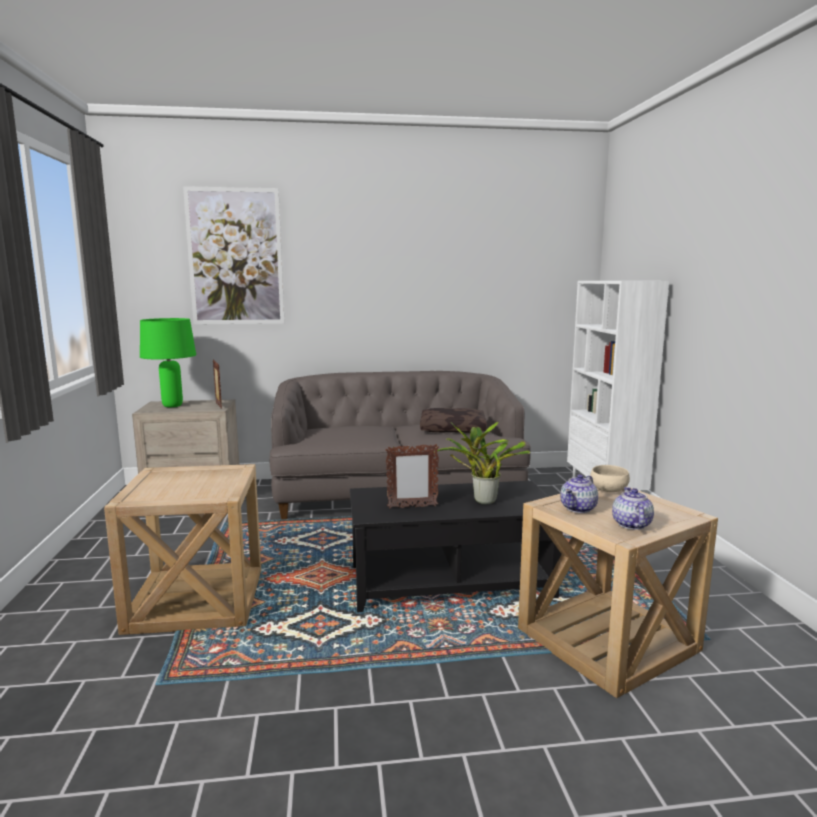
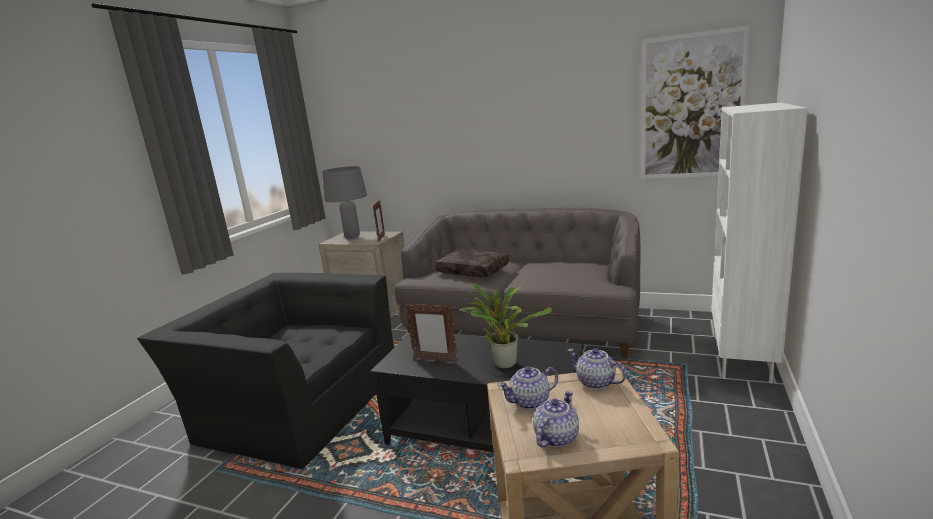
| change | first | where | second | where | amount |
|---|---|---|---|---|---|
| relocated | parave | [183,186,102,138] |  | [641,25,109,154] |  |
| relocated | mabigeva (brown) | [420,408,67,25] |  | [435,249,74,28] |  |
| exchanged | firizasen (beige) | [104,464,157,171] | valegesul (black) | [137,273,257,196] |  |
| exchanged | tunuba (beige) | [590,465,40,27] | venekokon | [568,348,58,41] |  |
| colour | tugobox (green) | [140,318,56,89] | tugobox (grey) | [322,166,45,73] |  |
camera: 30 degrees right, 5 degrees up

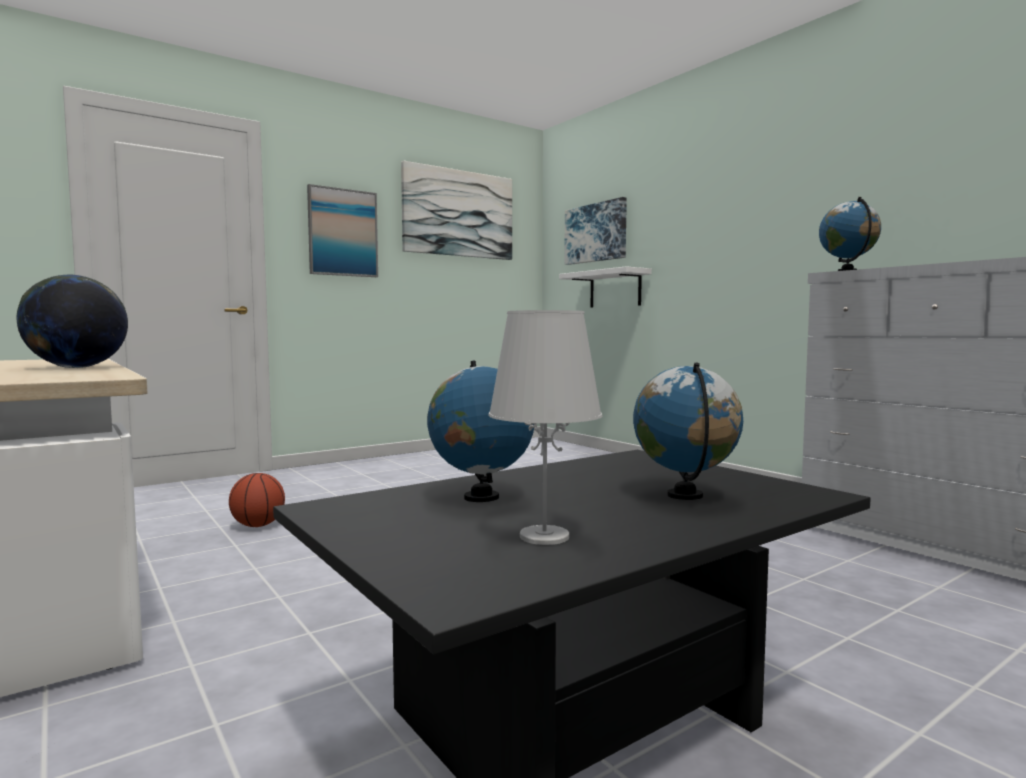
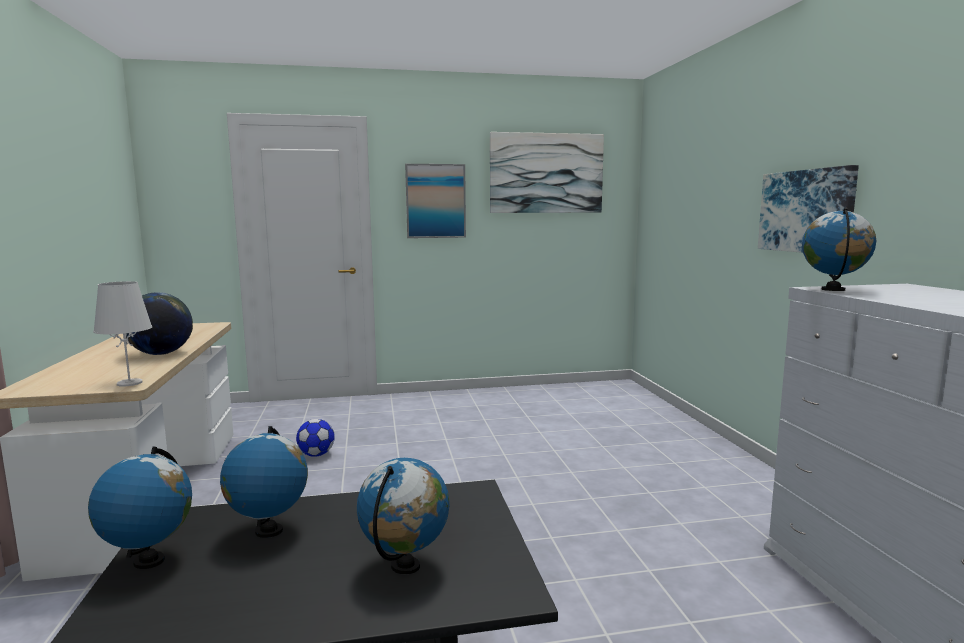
| change | first | where | second | where | amount |
|---|---|---|---|---|---|
| missing | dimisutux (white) | [559,266,93,42] |  |  |  |
| appeared |  |  | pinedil | [88,447,104,122] |  |
| relocated | tugobox (white) | [488,310,114,235] |  | [93,281,59,106] |  |
| relocated | parave | [564,197,63,68] |  | [758,165,101,88] |  |
| exchanged | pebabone | [229,473,56,54] | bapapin | [296,419,39,38] |  |
camera: 25 degrees right, 5 degrees up

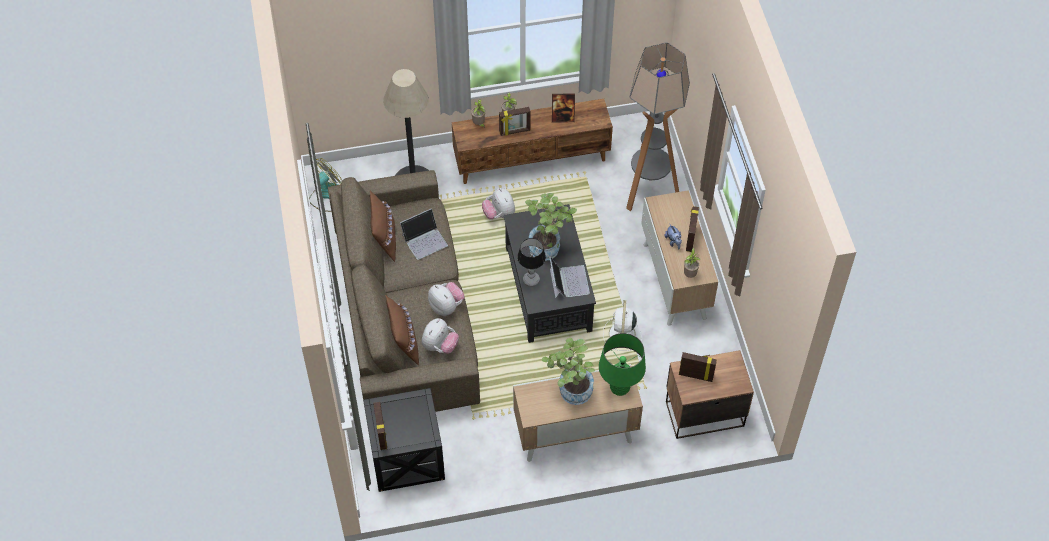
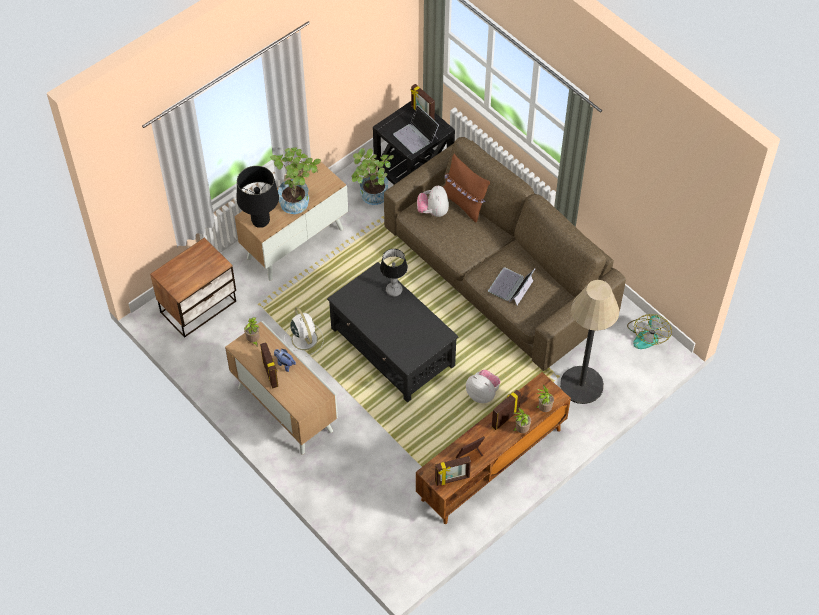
| change | first | where | second | where | amount |
|---|---|---|---|---|---|
| missing | mabigeva (brown) | [370,191,26,71] |  |  |  |
| missing | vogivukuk | [428,282,37,34] |  |  |  |
| missing | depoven | [626,42,64,169] |  |  |  |
| relocated | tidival | [525,193,52,68] |  | [352,148,42,57] |  |
| relocated | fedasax | [549,256,41,43] |  | [393,105,46,49] |  |
| relocated | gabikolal | [679,352,38,30] |  | [435,456,36,30] |  |
| colour | tugobox (green) | [599,333,47,63] | tugobox (black) | [237,166,42,61] |  |
camera: 150 degrees right, 0 degrees up

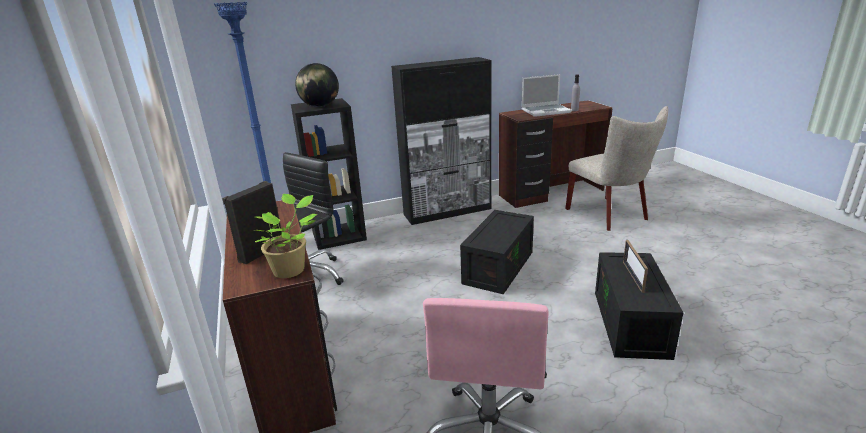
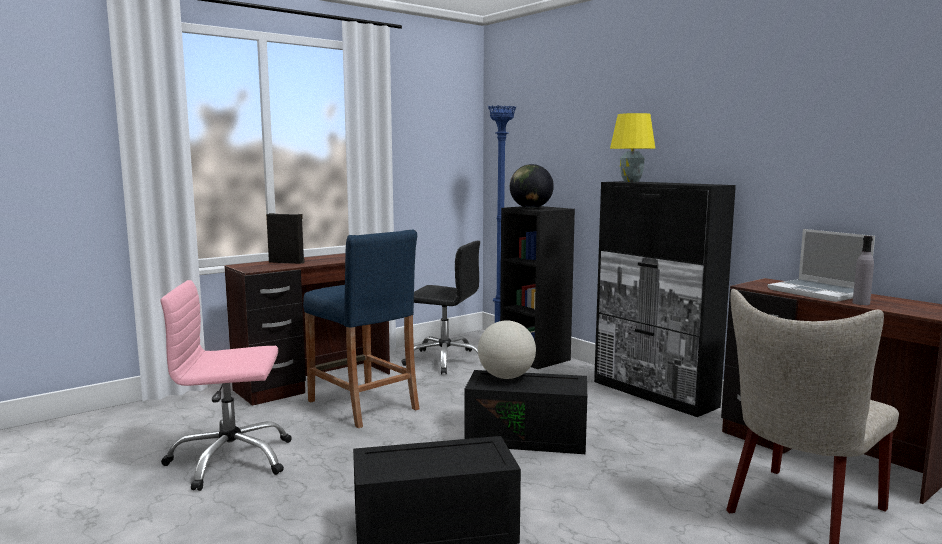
| change | first | where | second | where | amount |
|---|---|---|---|---|---|
| missing | tidival | [255,194,62,84] |  |  |  |
| missing | gabikolal | [623,240,25,53] |  |  |  |
| appeared |  |  | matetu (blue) | [303,229,116,199] |  |
| appeared |  |  | pinedil | [478,321,58,58] |  |
| appeared |  |  | tugobox (yellow) | [610,113,45,69] |  |
camera: 70 degrees right, 15 degrees down

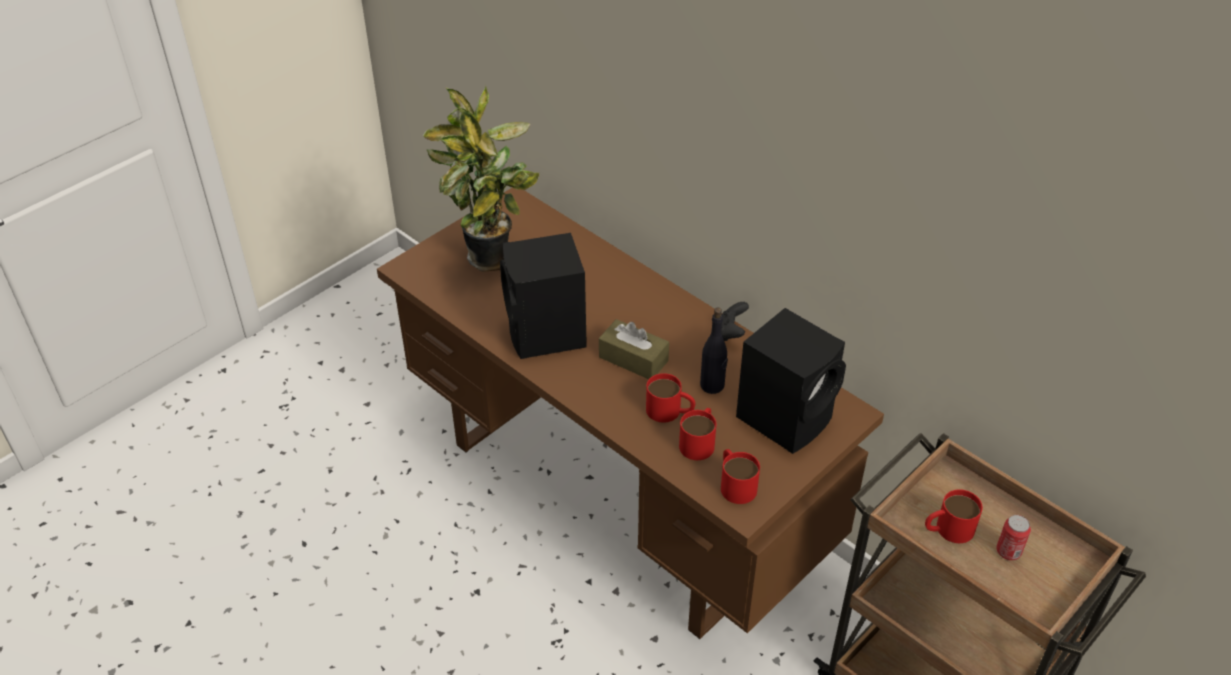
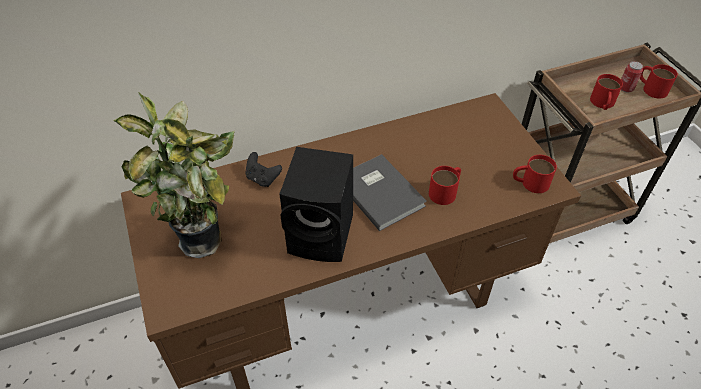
| change | first | where | second | where | amount |
|---|---|---|---|---|---|
| missing | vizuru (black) | [700,308,28,86] |  |  |  |
| missing | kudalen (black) | [736,308,110,146] |  |  |  |
| relocated | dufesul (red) | [679,408,37,52] |  | [640,64,38,35] |  |
| relocated | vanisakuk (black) | [721,302,28,39] |  | [245,152,37,35] |  |
| exchanged | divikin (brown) | [599,319,70,60] | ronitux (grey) | [353,154,74,77] |  |
camera: 65 degrees left, 5 degrees up

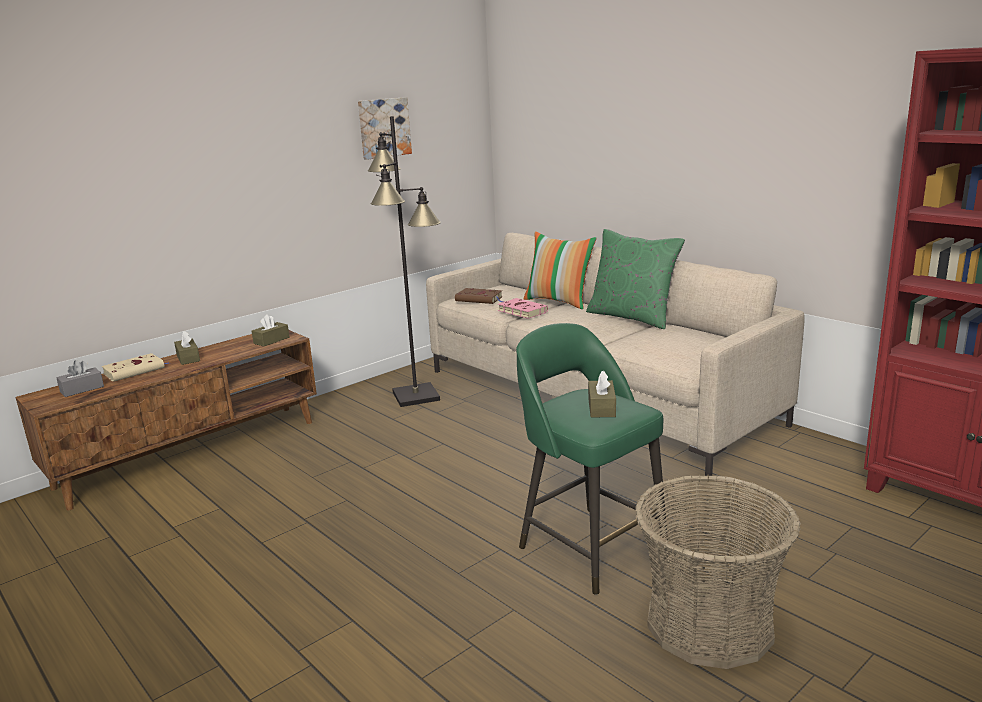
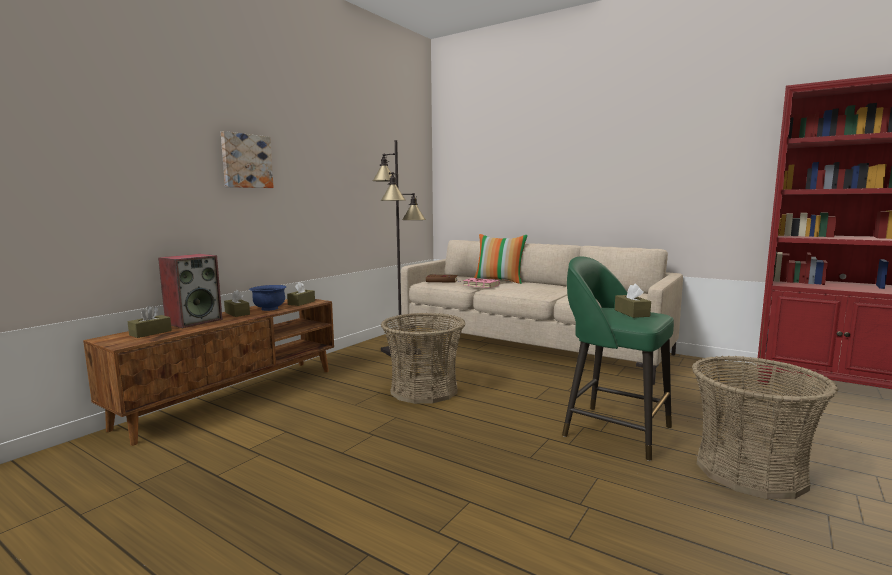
| change | first | where | second | where | amount |
|---|---|---|---|---|---|
| missing | mabigeva (green) | [586,229,99,100] |  |  |  |
| appeared |  |  | tunuba (blue) | [249,285,37,26] |  |
| appeared |  |  | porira | [381,313,85,91] |  |
| relocated | parave | [358,97,54,63] |  | [221,131,53,57] |  |
| exchanged | ronitux (beige) | [102,353,67,29] | kudalen | [158,254,65,74] |  |
| colour | divikin (grey) | [56,360,48,37] | divikin (brown) | [128,306,44,32] |  |
camera: 15 degrees left, 10 degrees down

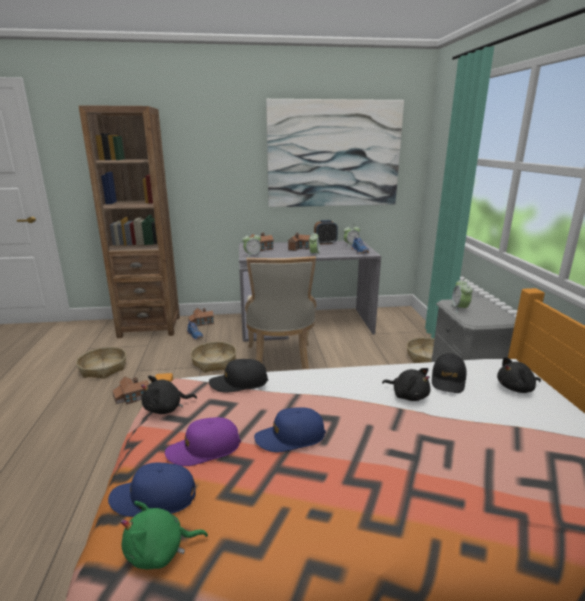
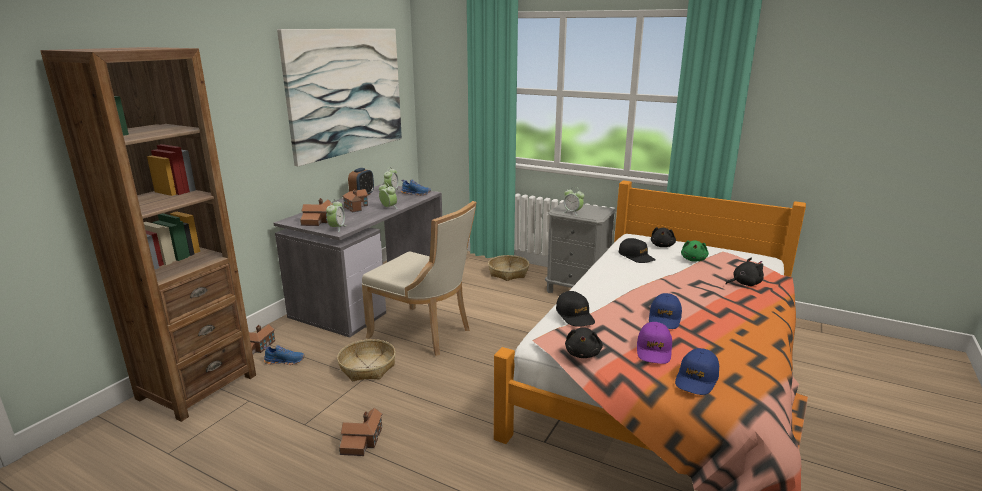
| change | first | where | second | where | amount |
|---|---|---|---|---|---|
| missing | porira | [76,347,50,32] |  |  |  |
| relocated | vogivukuk (green) | [120,501,88,68] |  | [681,240,28,22] |  |
| relocated | vogivukuk (black) | [382,368,48,33] |  | [726,257,38,29] |  |
| spun | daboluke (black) | [209,359,59,34] |  | [556,291,39,36] | 45 degrees counterclockwise |
camera: 55 degrees left, 0 degrees up

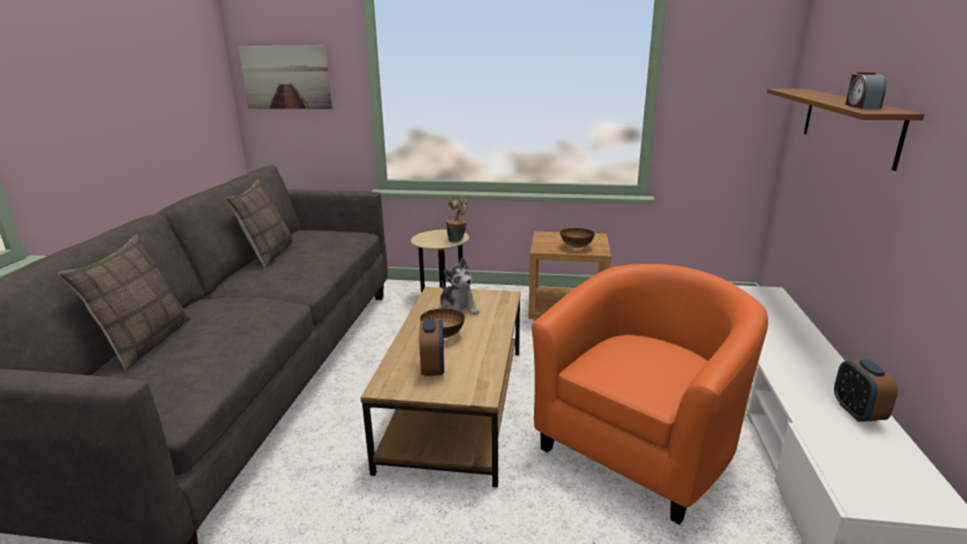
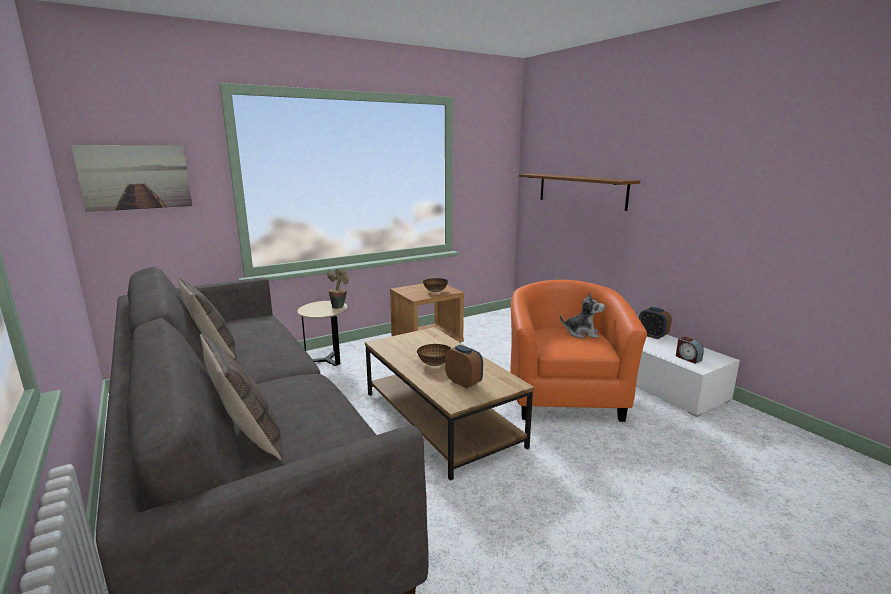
| change | first | where | second | where | amount |
|---|---|---|---|---|---|
| relocated | vogivukuk | [440,258,40,57] |  | [560,292,45,46] |  |
| relocated | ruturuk | [845,72,41,37] |  | [676,337,28,27] |  |
camera: 40 degrees left, 5 degrees down

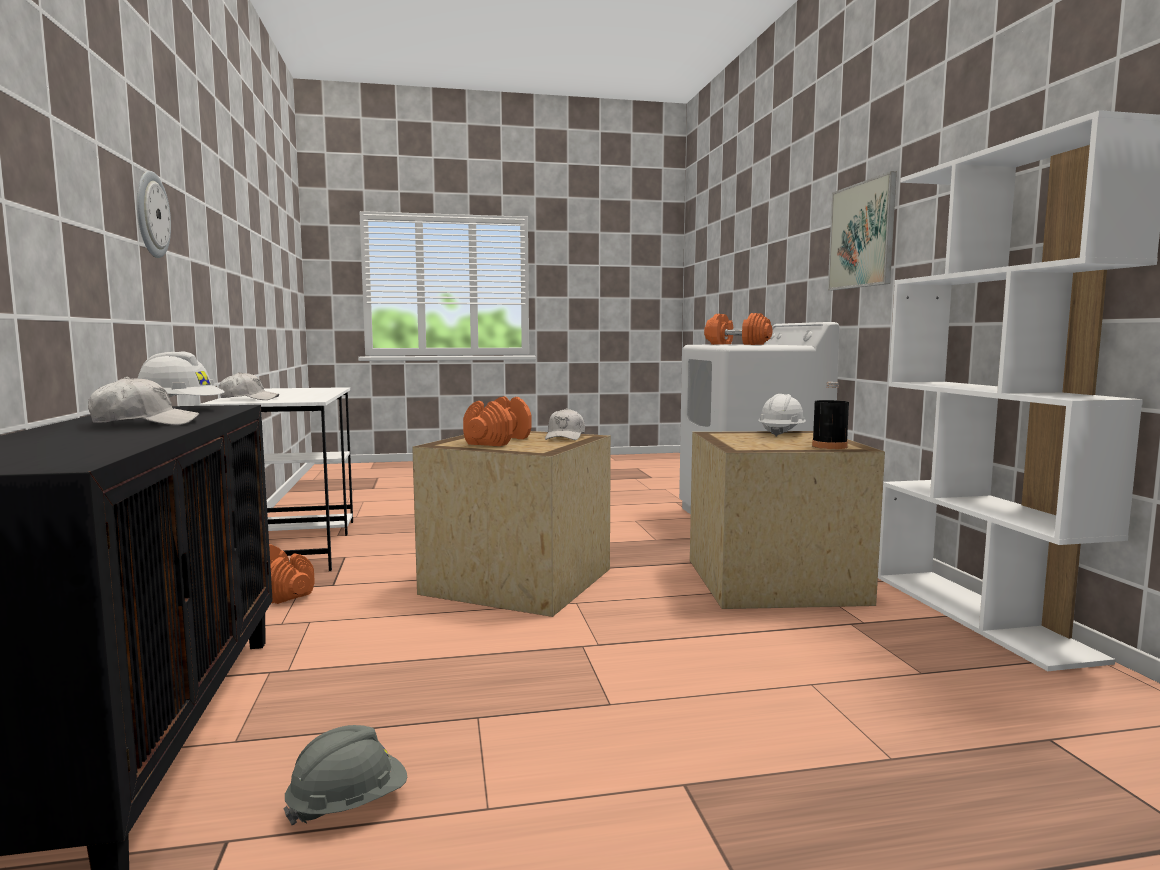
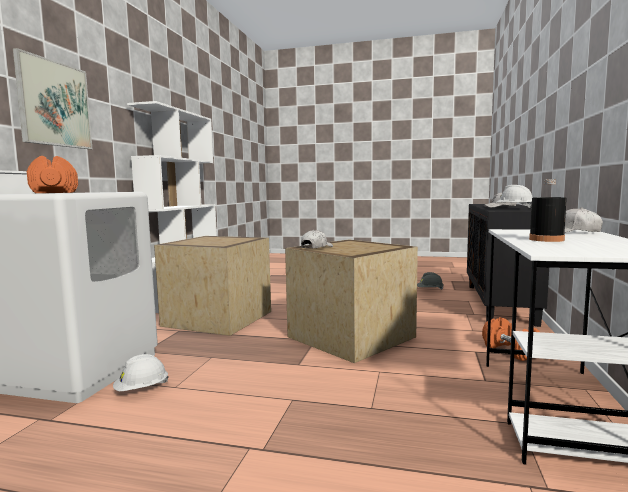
| change | first | where | second | where | amount |
|---|---|---|---|---|---|
| missing | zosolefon | [137,171,34,87] |  |  |  |
| missing | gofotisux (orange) | [463,396,68,50] |  |  |  |
| relocated | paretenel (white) | [758,394,48,43] |  | [113,354,56,37] |  |
| relocated | vizuru (black) | [812,382,37,67] |  | [529,179,38,63] |  |
camera: 155 degrees left, 0 degrees up

